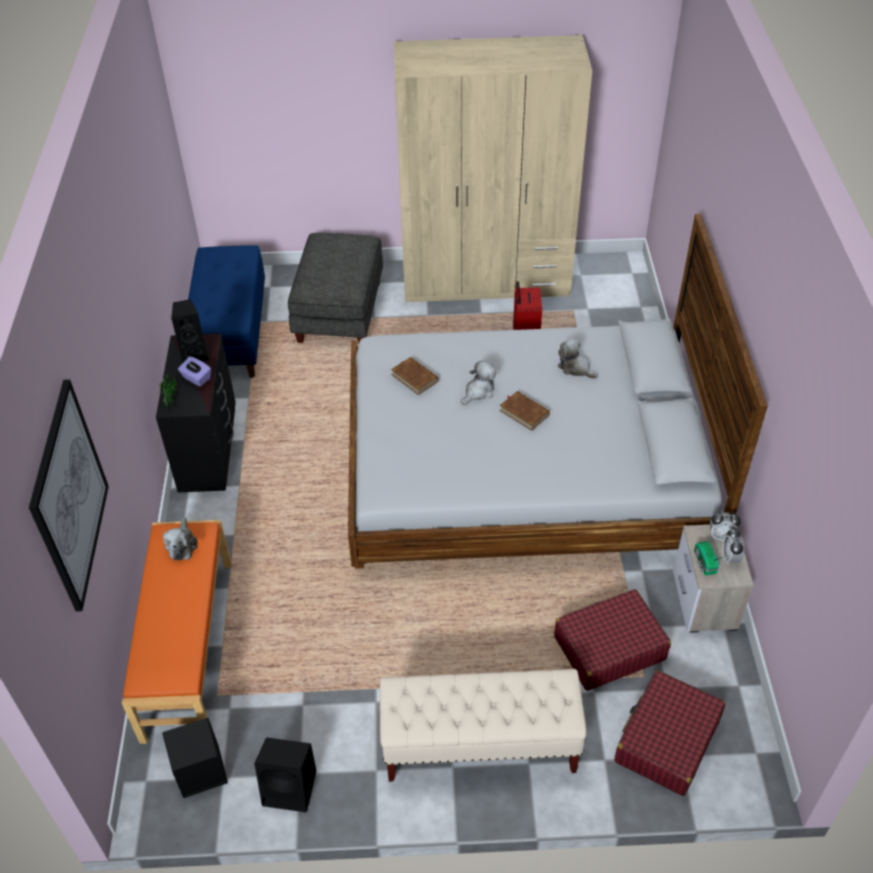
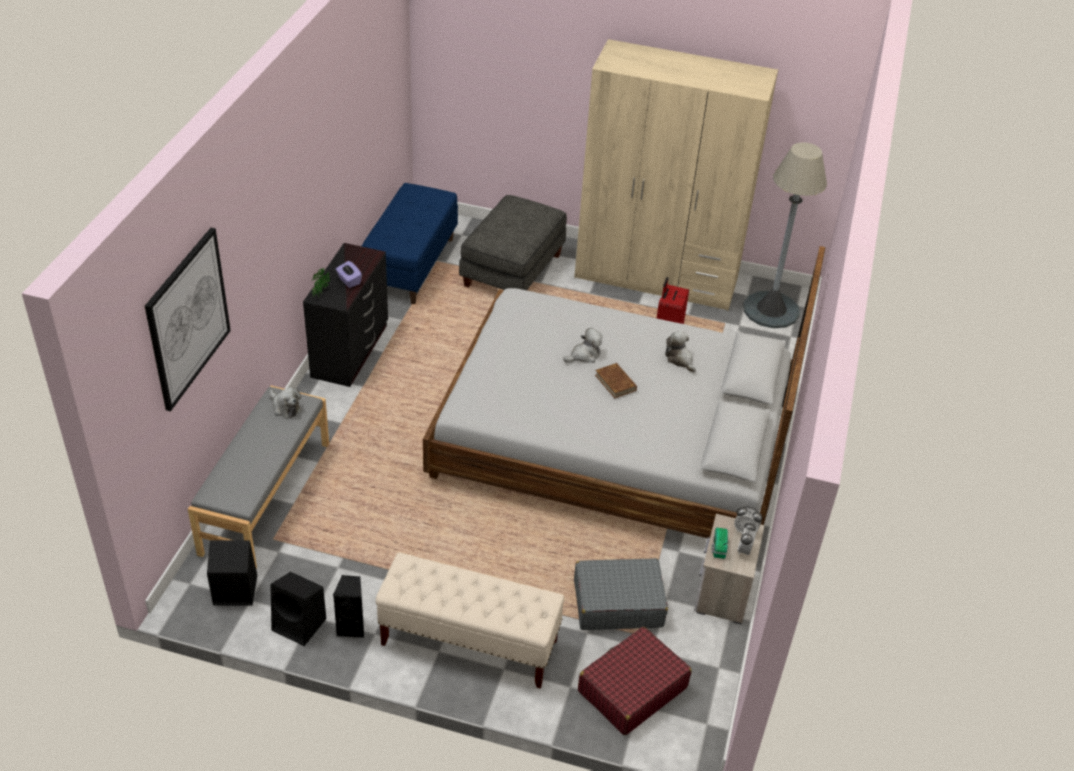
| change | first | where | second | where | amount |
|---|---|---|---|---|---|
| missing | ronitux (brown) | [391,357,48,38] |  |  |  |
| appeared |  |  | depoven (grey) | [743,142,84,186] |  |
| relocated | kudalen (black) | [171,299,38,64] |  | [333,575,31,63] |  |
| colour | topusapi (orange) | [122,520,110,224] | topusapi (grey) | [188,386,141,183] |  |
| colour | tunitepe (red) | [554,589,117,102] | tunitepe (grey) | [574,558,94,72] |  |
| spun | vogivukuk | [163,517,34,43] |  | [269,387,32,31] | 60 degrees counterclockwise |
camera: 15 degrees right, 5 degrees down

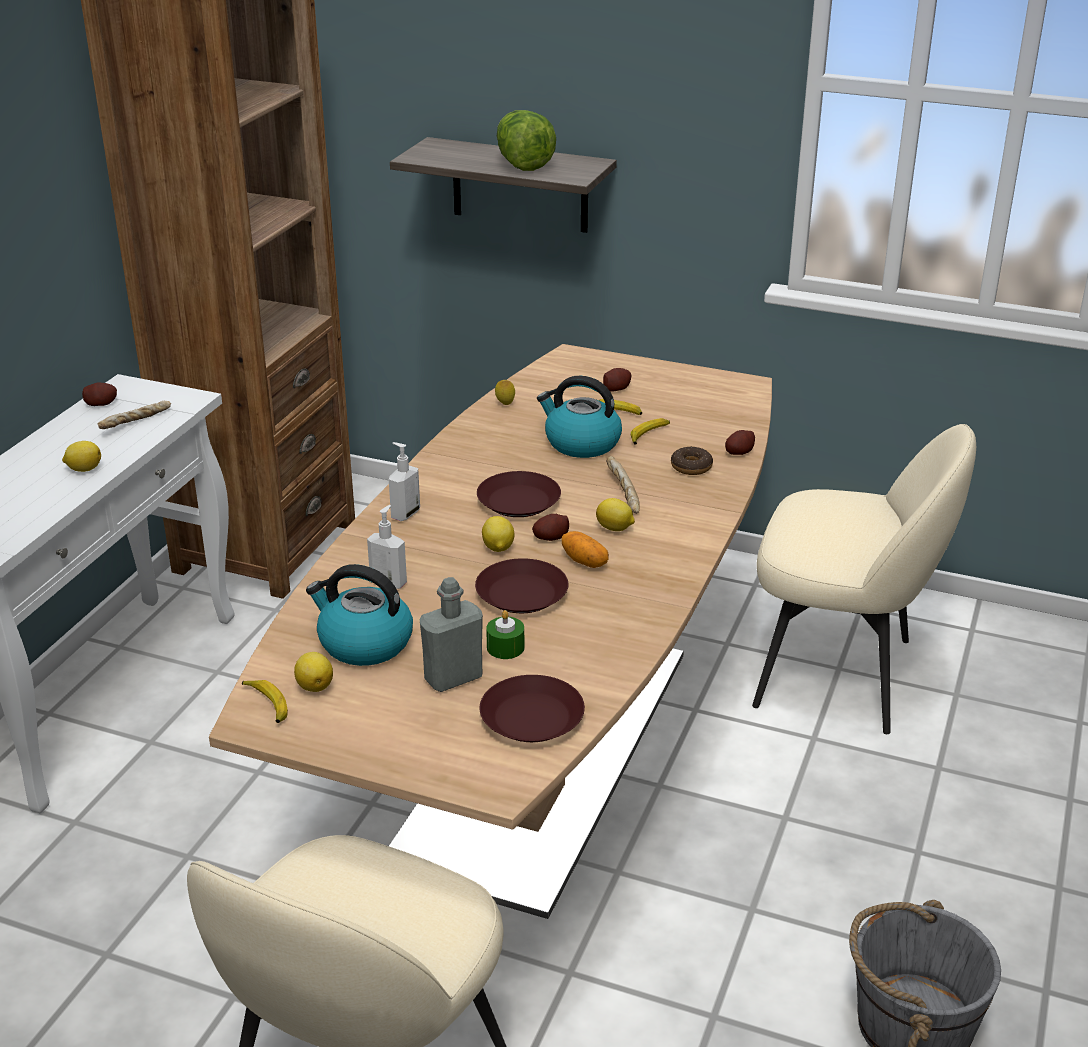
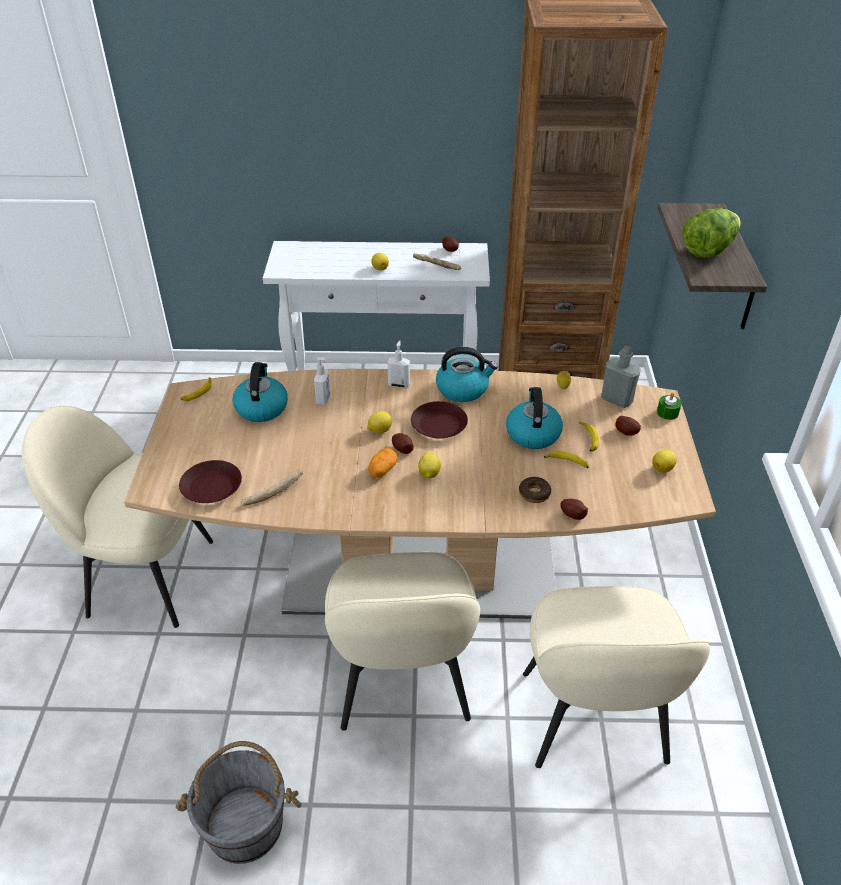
| change | first | where | second | where | amount |
|---|---|---|---|---|---|
| missing | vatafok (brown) | [475,558,94,55] |  |  |  |
| appeared |  |  | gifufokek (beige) | [325,552,155,179] |  |
| appeared |  |  | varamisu | [436,347,62,55] |  |
| relocated | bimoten | [294,652,39,40] |  | [652,450,25,23] |  |
| relocated | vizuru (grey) | [420,577,63,115] |  | [601,346,40,62] |  |
| relocated | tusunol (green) | [486,610,38,49] |  | [657,392,25,28] |  |
| relocated | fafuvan | [606,456,34,58] |  | [241,469,62,37] |  |
camera: 70 degrees right, 10 degrees up

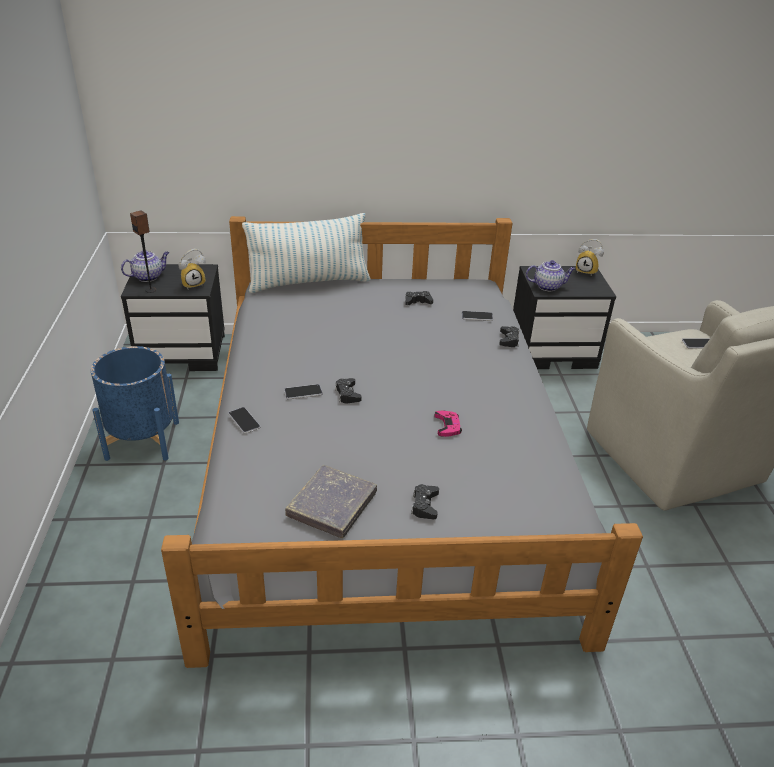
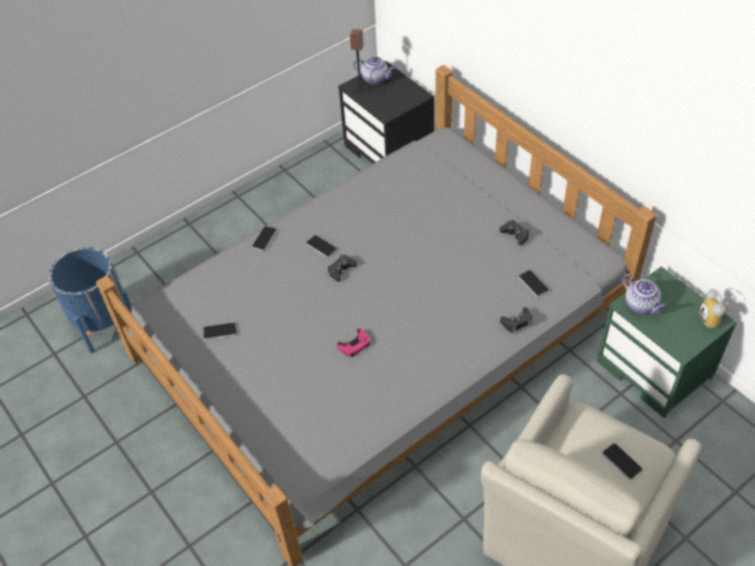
| change | first | where | second | where | amount |
|---|---|---|---|---|---|
| missing | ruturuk | [179,249,27,40] |  |  |  |
| missing | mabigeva | [242,213,129,80] |  |  |  |
| missing | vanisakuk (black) | [411,484,28,35] |  |  |  |
| relocated | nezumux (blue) | [91,346,88,115] |  | [48,247,83,106] |  |
| exchanged | ronitux (grey) | [285,465,92,73] | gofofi | [203,322,34,18] |  |
| colour | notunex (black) | [513,266,103,103] | notunex (green) | [597,266,140,152] |  |
camera: 60 degrees right, 15 degrees up

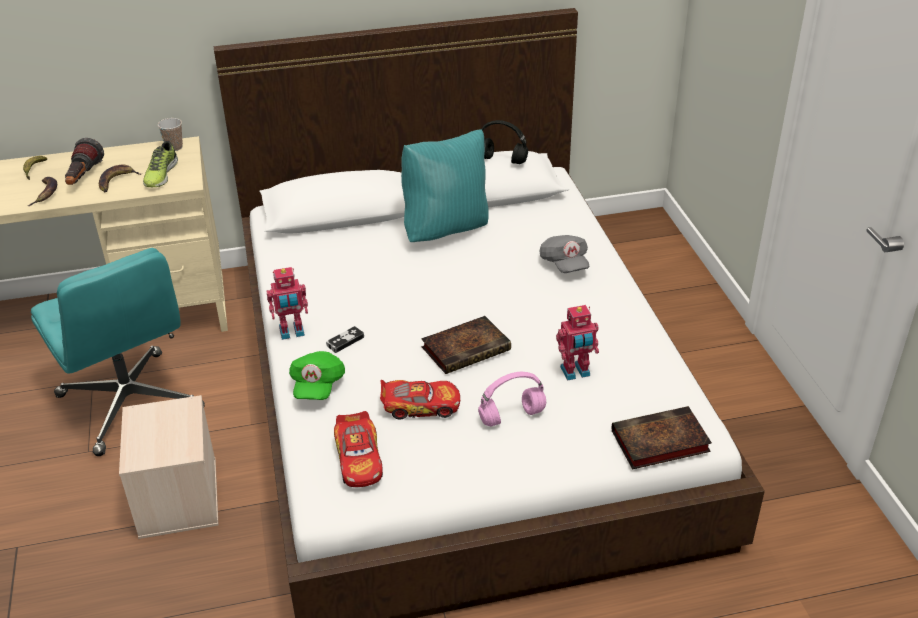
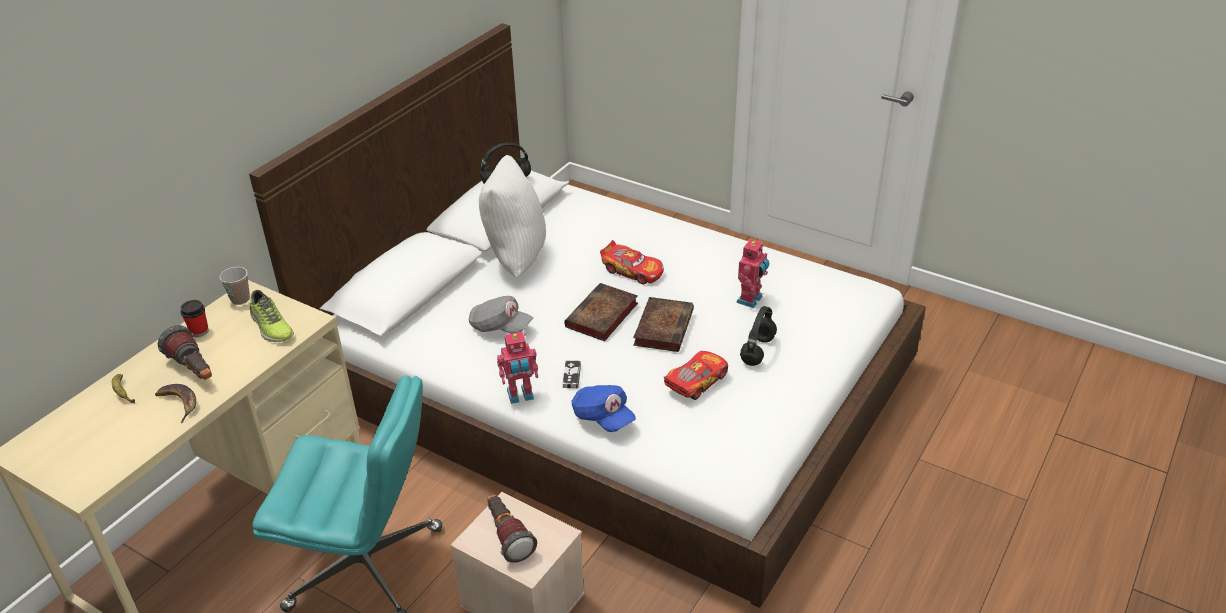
| change | first | where | second | where | amount |
|---|---|---|---|---|---|
| missing | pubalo | [99,165,42,27] |  |  |  |
| appeared |  |  | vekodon | [180,300,29,37] |  |
| appeared |  |  | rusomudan | [487,494,50,69] |  |
| relocated | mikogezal | [334,411,49,76] |  | [600,240,64,45] |  |
| relocated | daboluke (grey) | [540,235,49,38] |  | [469,296,64,38] |  |
| relocated | ronitux | [612,406,100,64] |  | [565,283,73,58] |  |
| colour | daboluke (green) | [289,351,56,49] | daboluke (blue) | [572,385,64,47] |  |
| colour | mabigeva (turquoise) | [401,129,88,113] | mabigeva (white) | [479,155,67,123] |  |
| colour | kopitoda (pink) | [478,372,68,55] | kopitoda (black) | [740,306,37,60] |  |
| spun | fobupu | [266,267,42,73] |  | [497,332,41,72] | 45 degrees clockwise |
camera: 45 degrees left, 0 degrees up

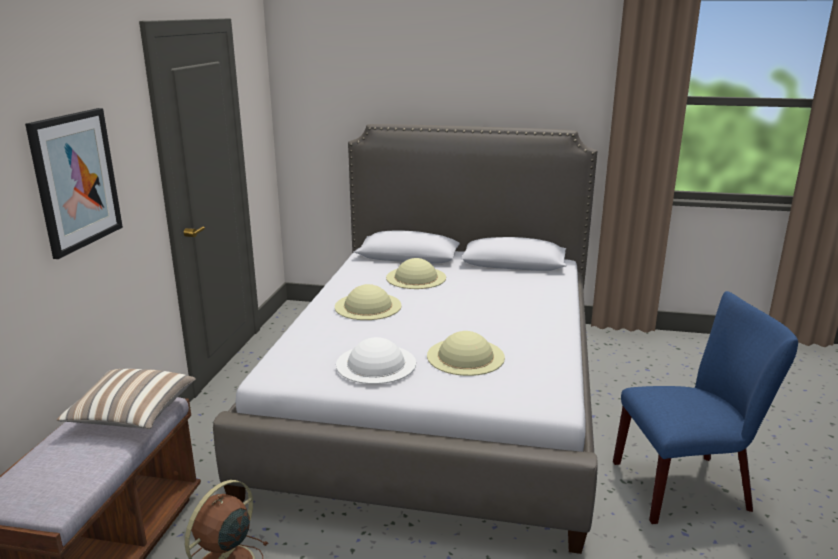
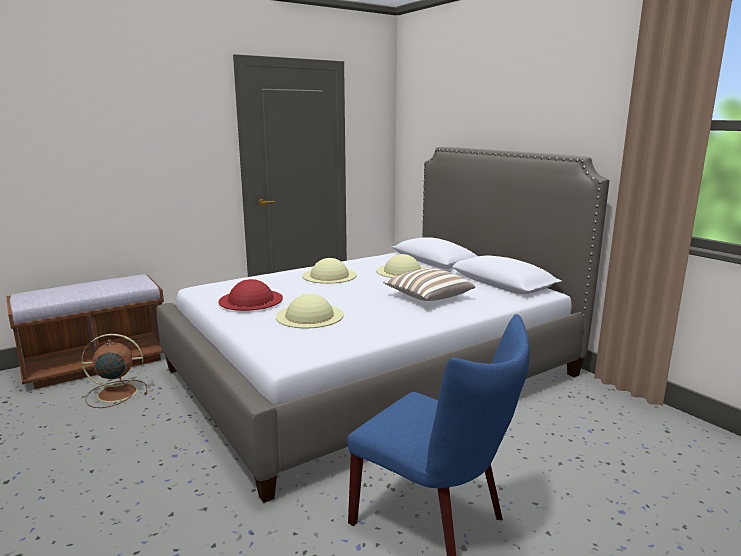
| change | first | where | second | where | amount |
|---|---|---|---|---|---|
| missing | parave | [25,108,98,151] |  |  |  |
| relocated | mabigeva | [57,369,139,60] |  | [383,268,92,33] |  |
| colour | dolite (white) | [336,337,80,47] | dolite (red) | [218,279,65,32] |  |
camera: 45 degrees right, 5 degrees down

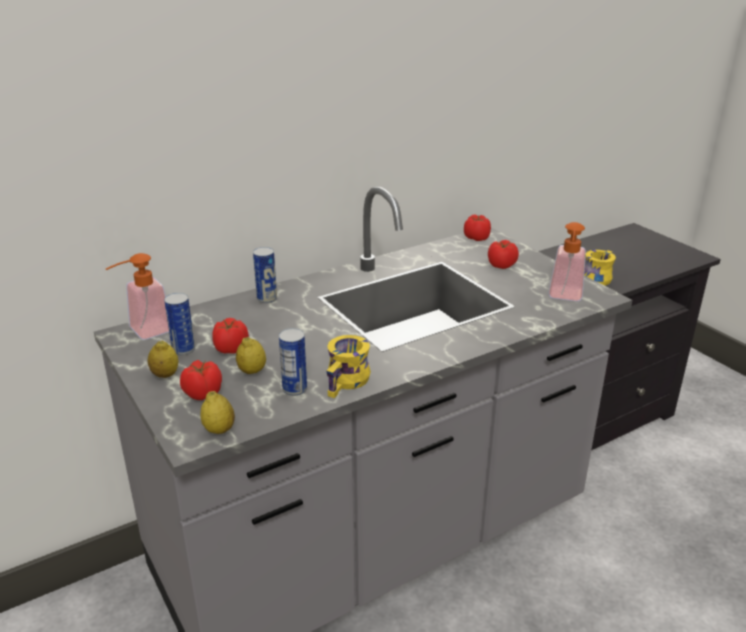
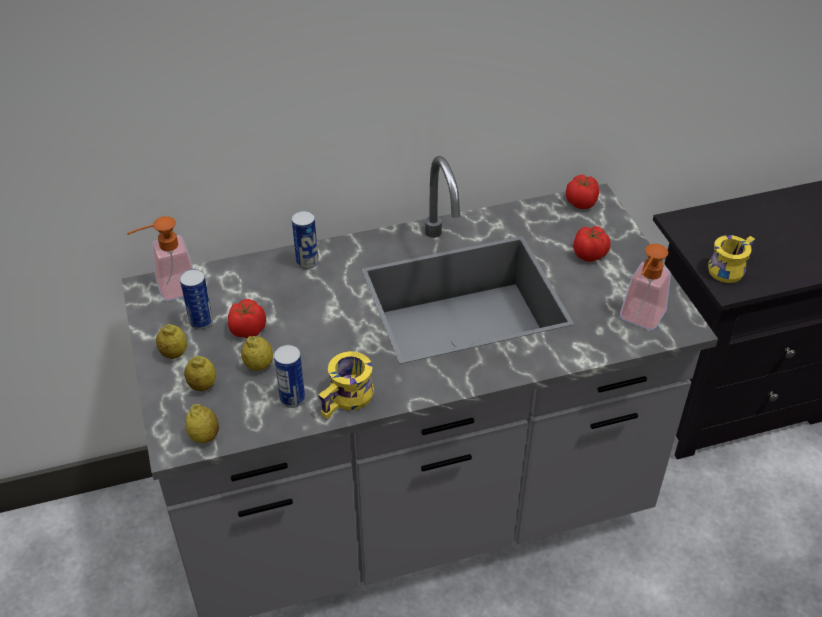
| change | first | where | second | where | amount |
|---|---|---|---|---|---|
| exchanged | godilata | [180,360,42,40] | bimoten | [184,356,32,35] |  |
camera: 15 degrees right, 15 degrees up

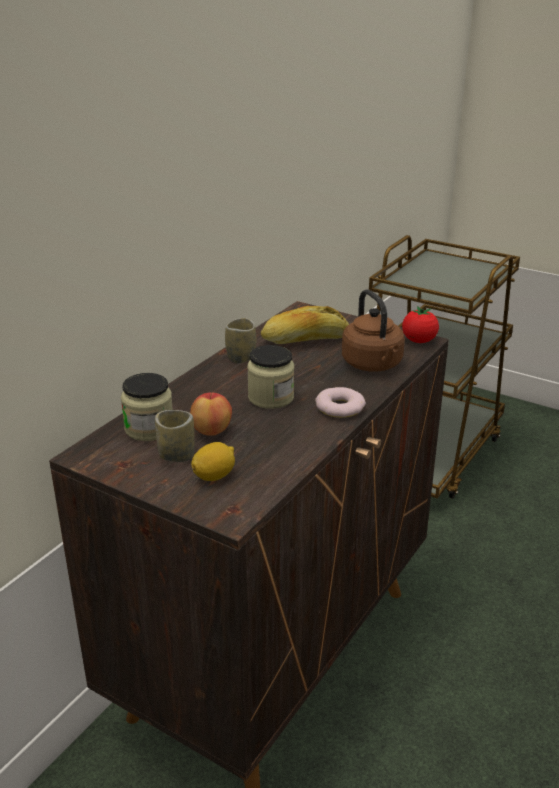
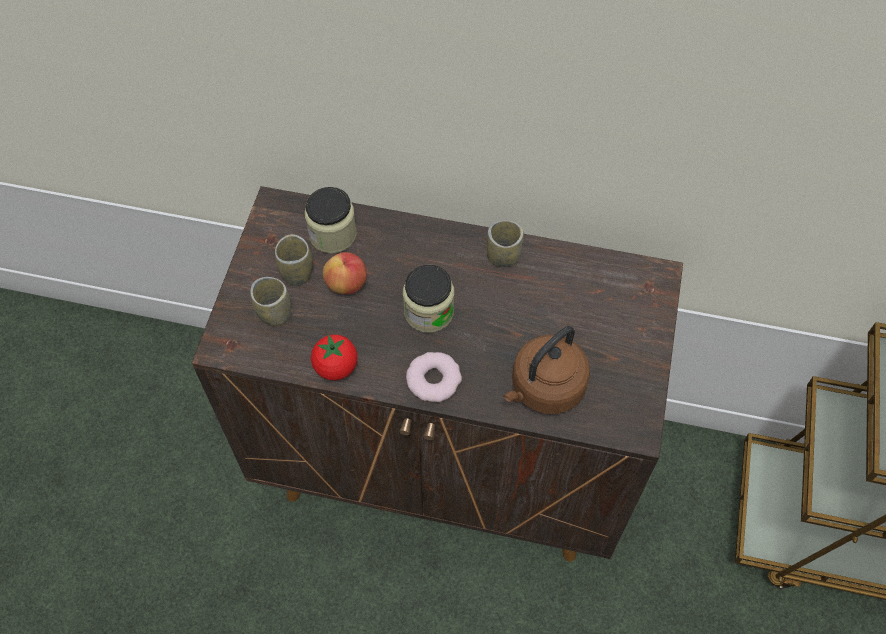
| change | first | where | second | where | amount |
|---|---|---|---|---|---|
| missing | fafuvan | [261,306,88,38] |  |  |  |
| relocated | godilata | [402,306,37,37] |  | [311,335,47,45] |  |
| exchanged | bimoten | [191,442,44,39] | vekodon | [250,277,41,49] |  |
camera: 70 degrees right, 30 degrees up

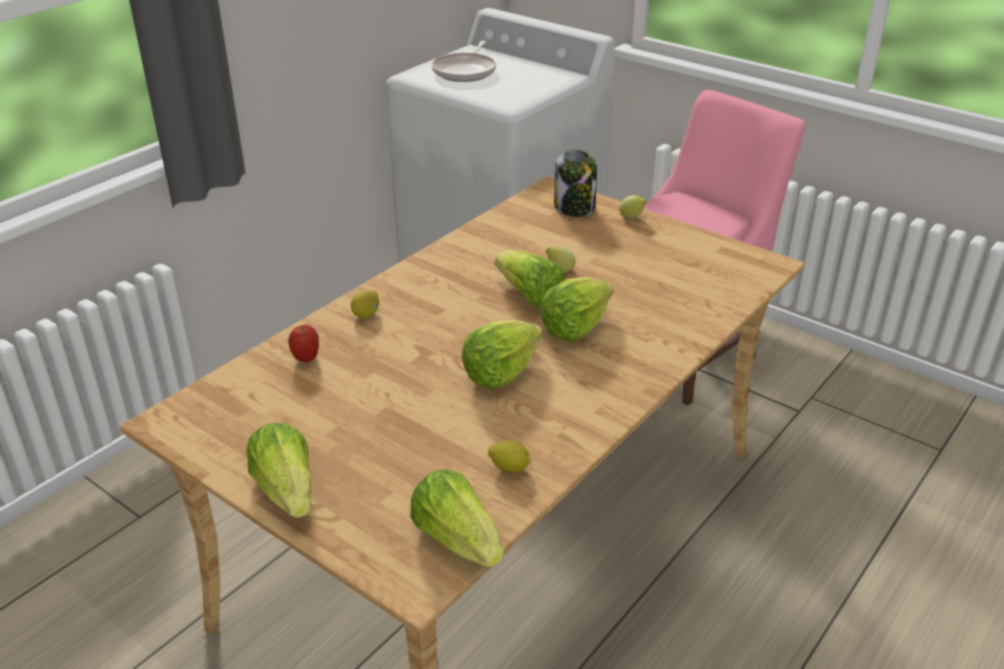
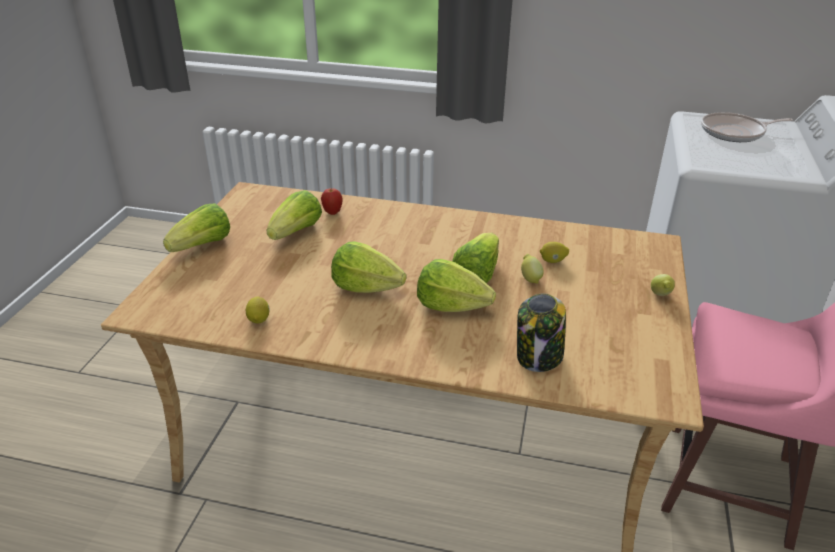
| change | first | where | second | where | amount |
|---|---|---|---|---|---|
| relocated | bimoten | [351,290,28,28] |  | [540,242,29,21] |  |
| relocated | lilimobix | [410,469,94,98] |  | [266,190,56,50] |  |
| relocated | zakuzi | [554,149,43,68] |  | [517,294,49,78] |  |
camera: 65 degrees right, 0 degrees up

